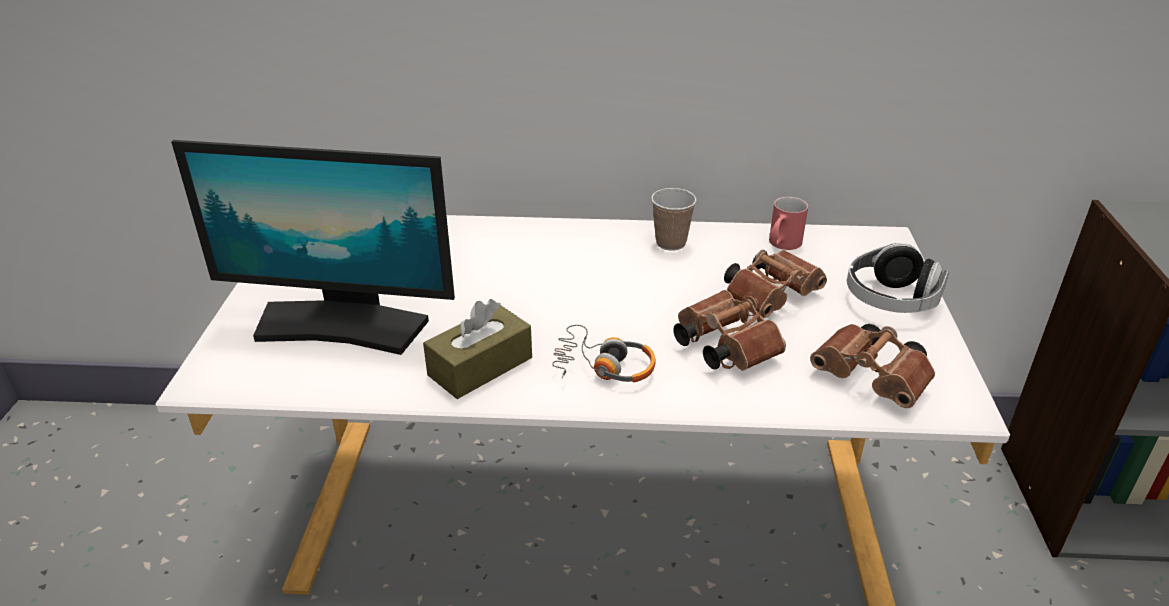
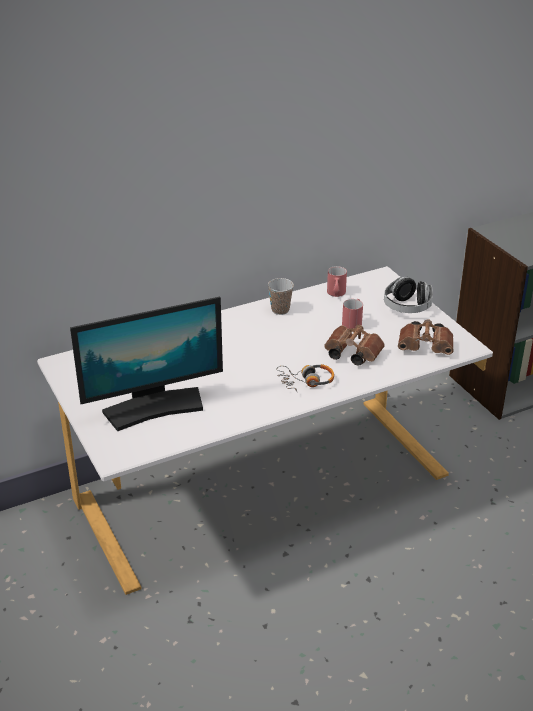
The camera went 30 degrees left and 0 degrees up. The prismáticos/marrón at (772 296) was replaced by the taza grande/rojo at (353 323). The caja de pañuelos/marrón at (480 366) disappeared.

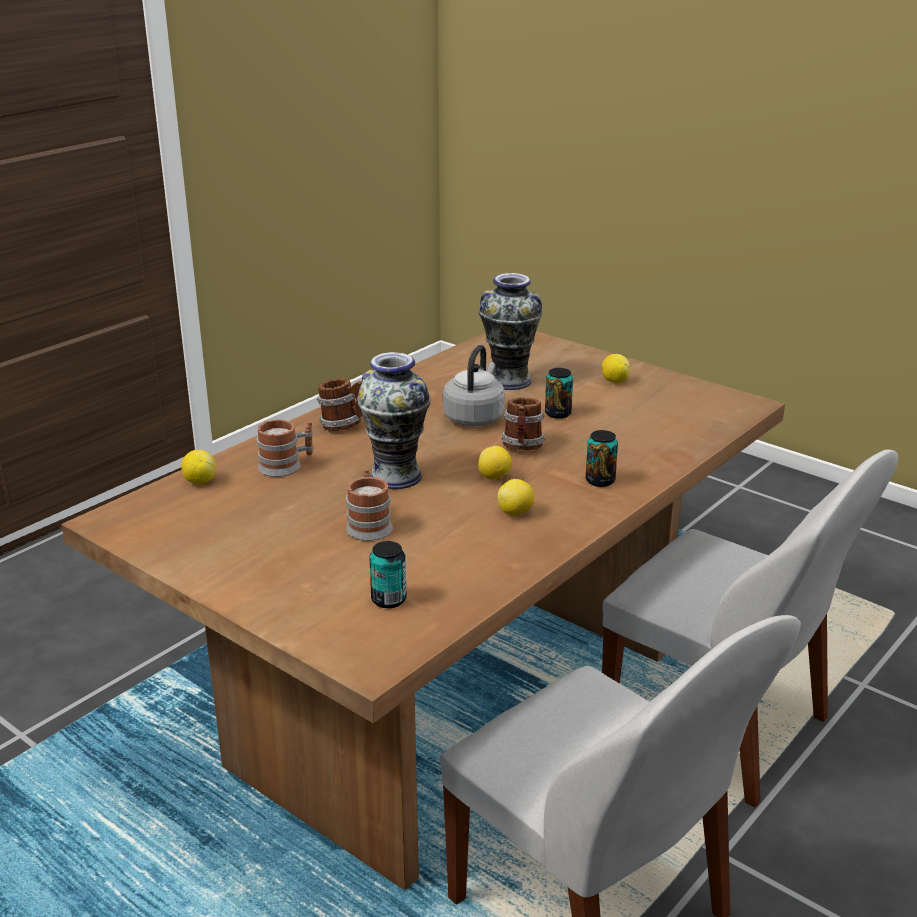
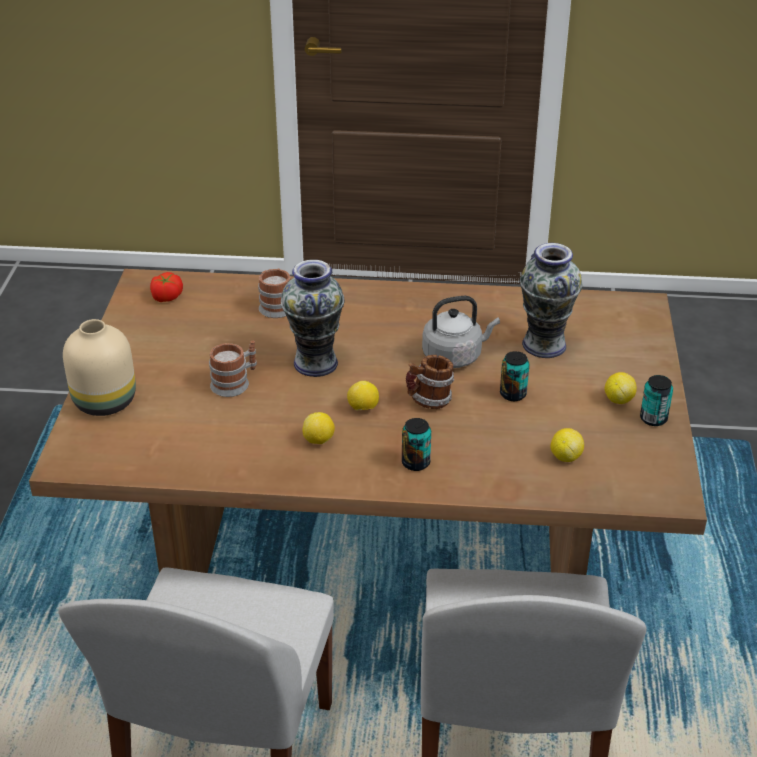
The camera went 55 degrees right and 10 degrees up. The florero/beis at (107 402) appeared. The tomate at (166 296) appeared. The limón moved from (200 481) to (565 457). The lata moved from (388 600) to (653 419). The taza grande at (343 426) disappeared.

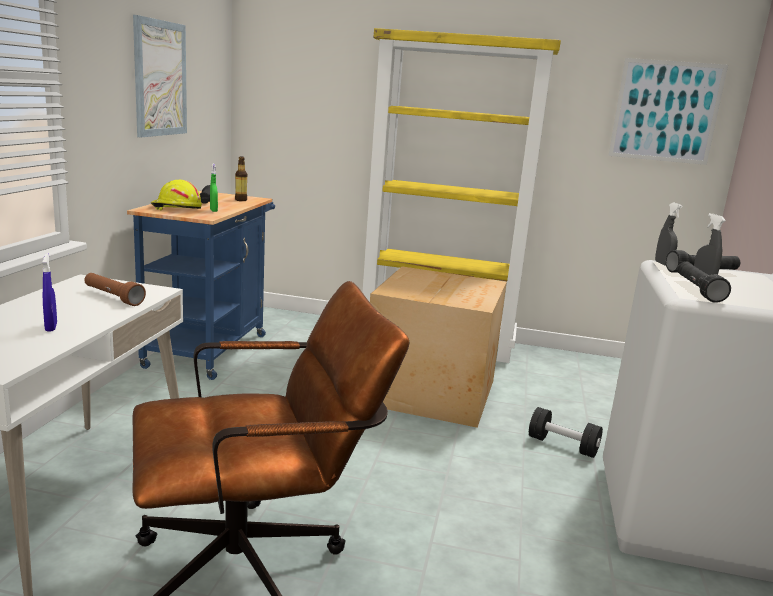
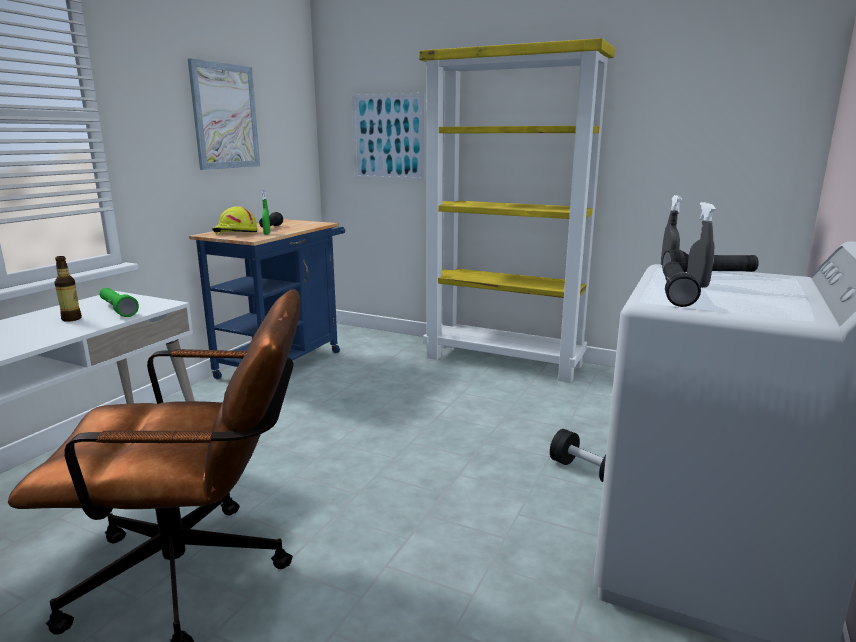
The camera went 15 degrees right and 0 degrees up. The botella moved from (241 200) to (71 319). The linterna/marrón at (113 297) became the linterna/verde at (118 309). The cuadro moved from (666 111) to (388 137). The pulverizador/azul at (51 327) disappeared. The caja de cartón at (433 391) disappeared.

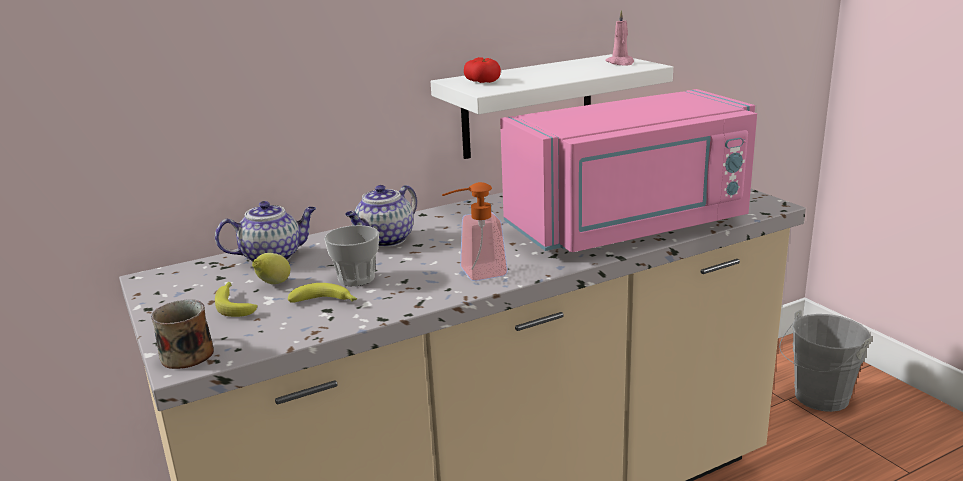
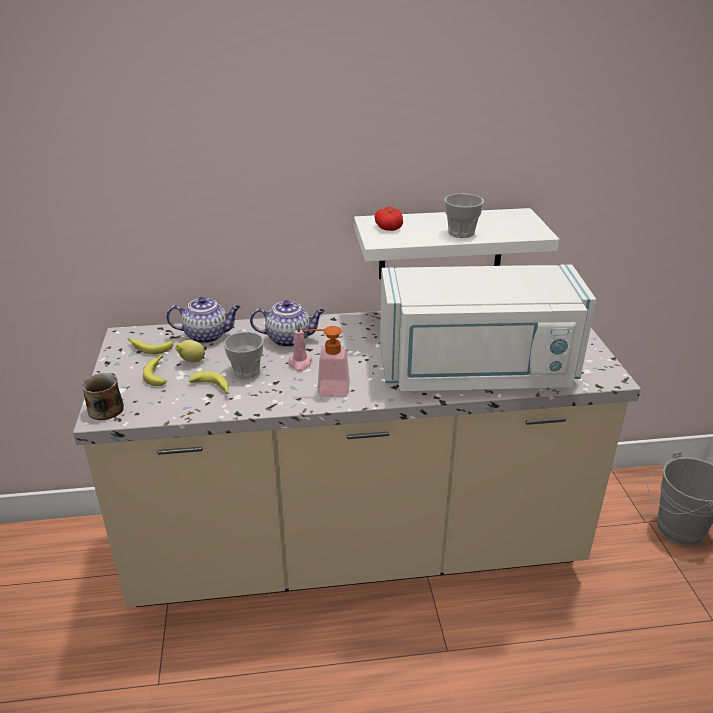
The camera went 20 degrees right and 10 degrees up. The plátano at (148 347) appeared. The tetera at (385 240) turned 150 degrees counterclockwise. The vela/rosa moved from (620 63) to (300 363). The microondas/rosa at (631 226) became the microondas/blanco at (477 372). The taza at (461 233) appeared.

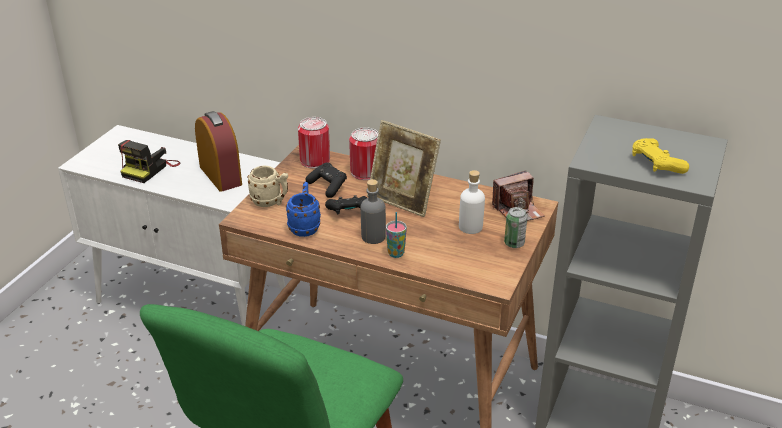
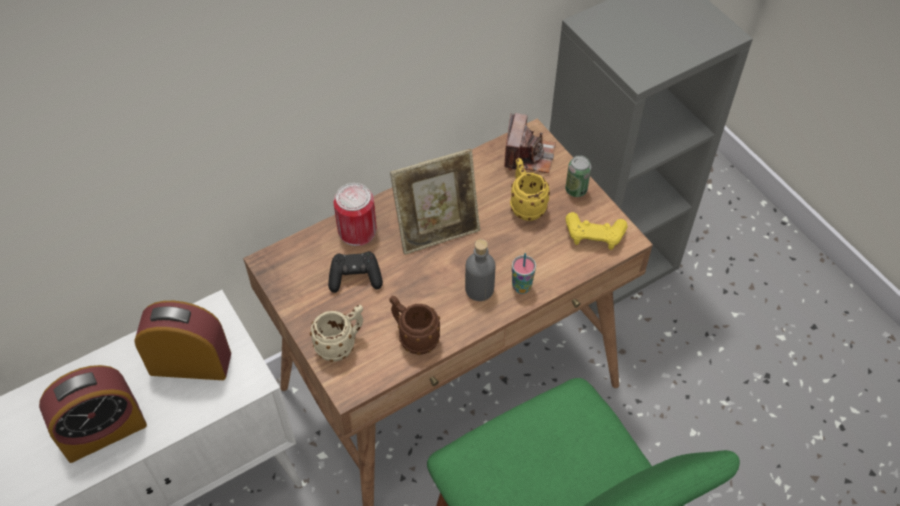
The camera went 55 degrees left and 20 degrees up. The cámara at (150 169) was replaced by the despertador at (103 431). The taza grande/azul at (305 226) became the taza grande/marrón at (414 337). The botella/blanco at (470 227) was replaced by the taza grande/amarillo at (525 205). The mando de consola/amarillo moved from (656 164) to (594 235). The lata at (315 161) disappeared. The mando de consola/negro at (348 212) disappeared.

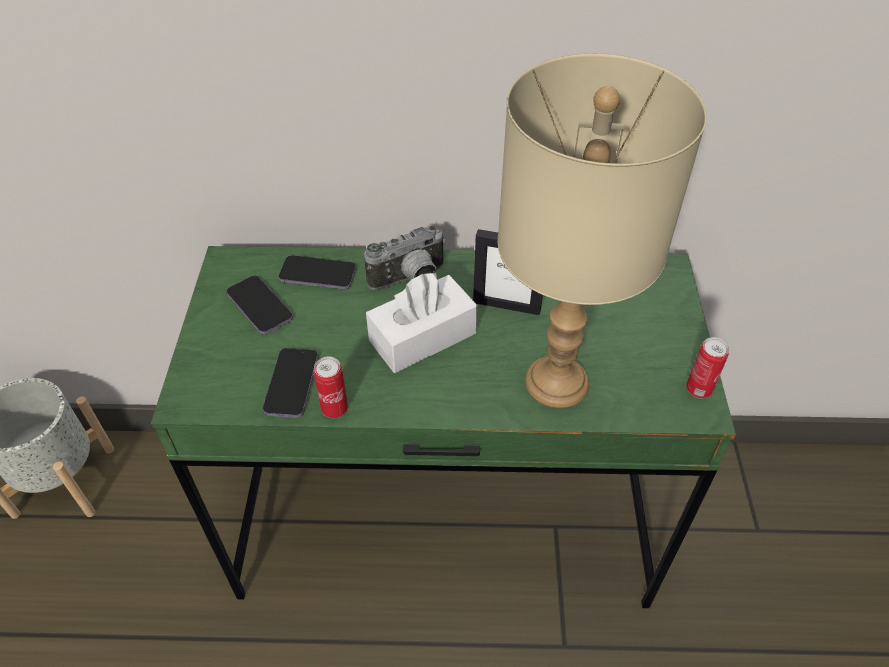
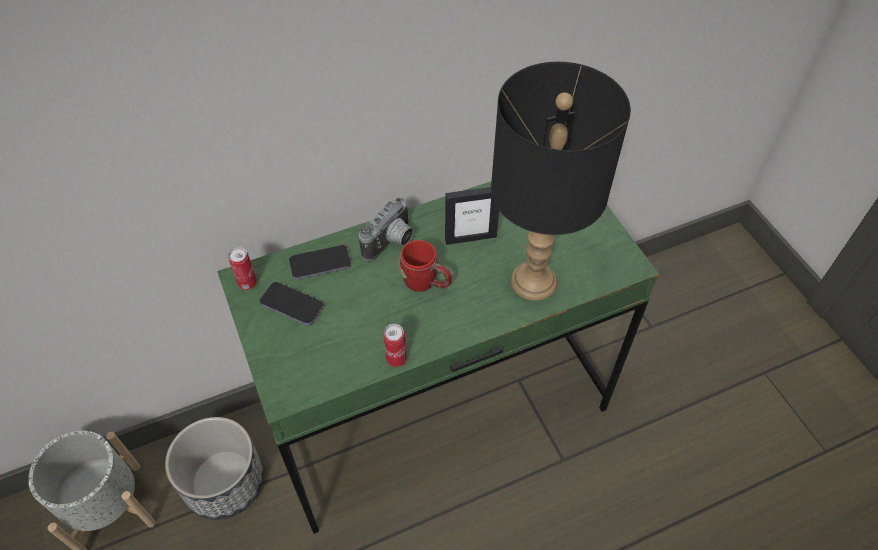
The camera went 25 degrees left and 5 degrees up. The maceta at (224 482) appeared. The lata moved from (698 389) to (247 283). The caja de pañuelos/blanco at (422 337) was replaced by the taza grande/rojo at (426 283). The lámpara de mesa/beis at (556 380) became the lámpara de mesa/negro at (533 280). The móvil at (291 384) disappeared.

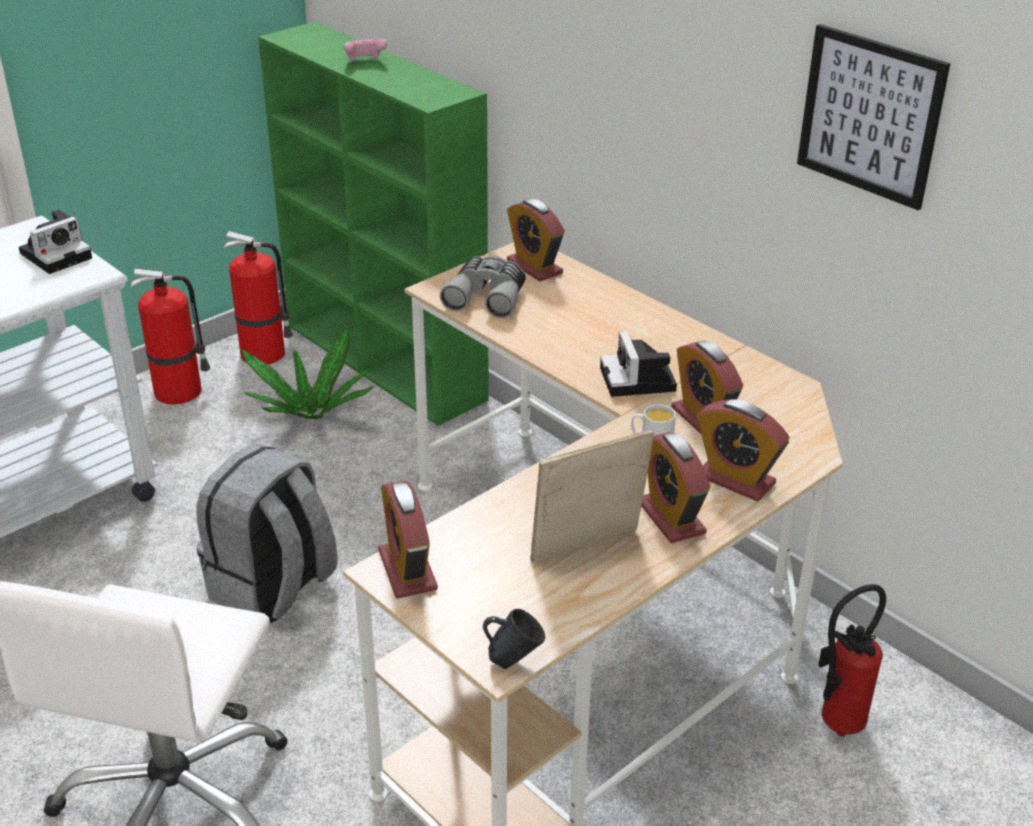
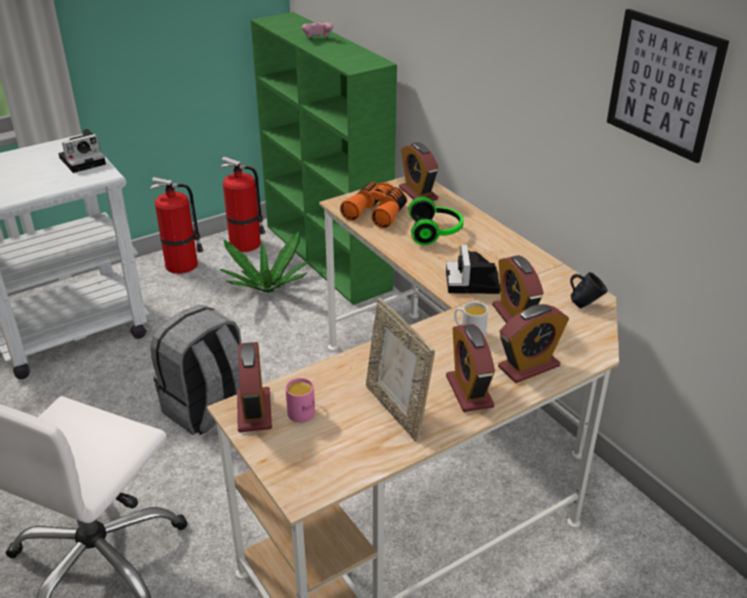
The camera went 10 degrees right and 0 degrees up. The taza grande/rosa at (302 410) appeared. The prismáticos/gris at (487 296) became the prismáticos/naranja at (377 212). The portarretratos at (587 550) turned 105 degrees counterclockwise. The auriculares at (435 232) appeared. The despertador at (735 480) turned 75 degrees counterclockwise. The taza grande/azul moved from (513 660) to (585 305). The extintor at (834 724) disappeared.

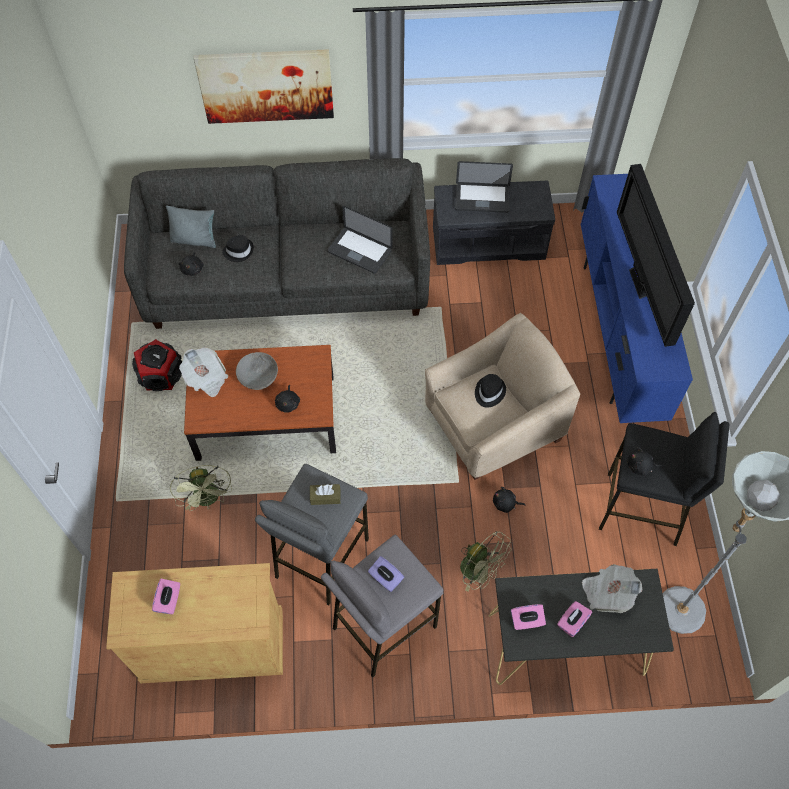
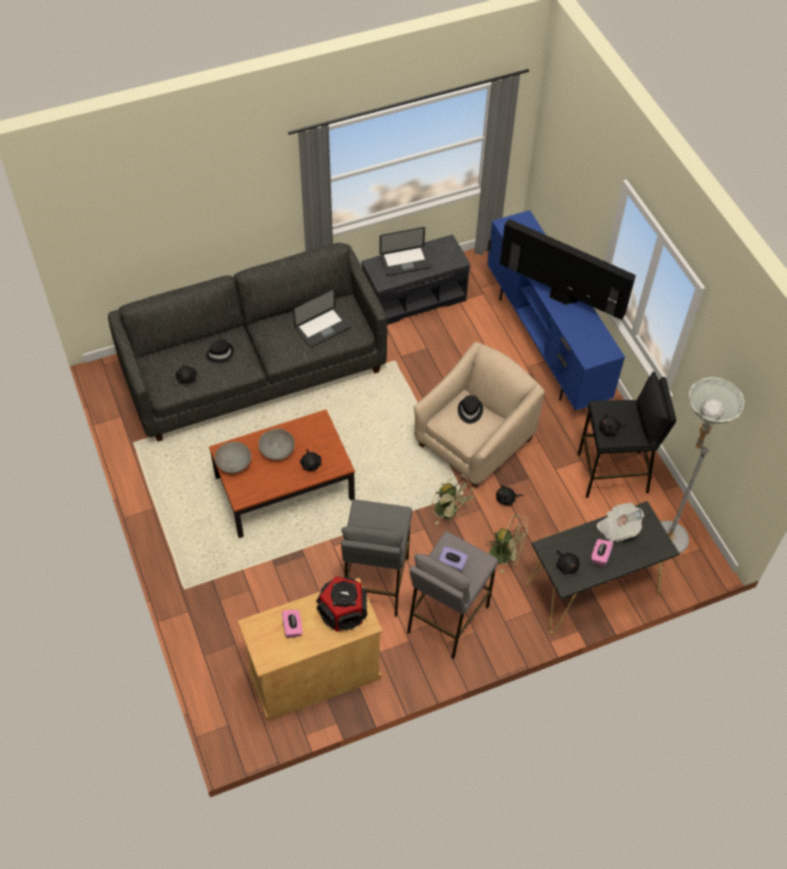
The camera went 20 degrees left and 5 degrees down. The periódico at (206 378) was replaced by the cuenco/gris at (233 463). The portátil at (359 251) turned 45 degrees counterclockwise. The altavoz moved from (160 375) to (343 612). The ventilador/verde moved from (208 499) to (450 512). The televisor at (639 285) turned 150 degrees clockwise. The caja de pañuelos/rosa at (526 621) was replaced by the peluche/negro at (566 565). The cojín/gris at (195 239) disappeared. The cuadro at (266 85) disappeared. The caja de pañuelos/marrón at (325 497) disappeared.

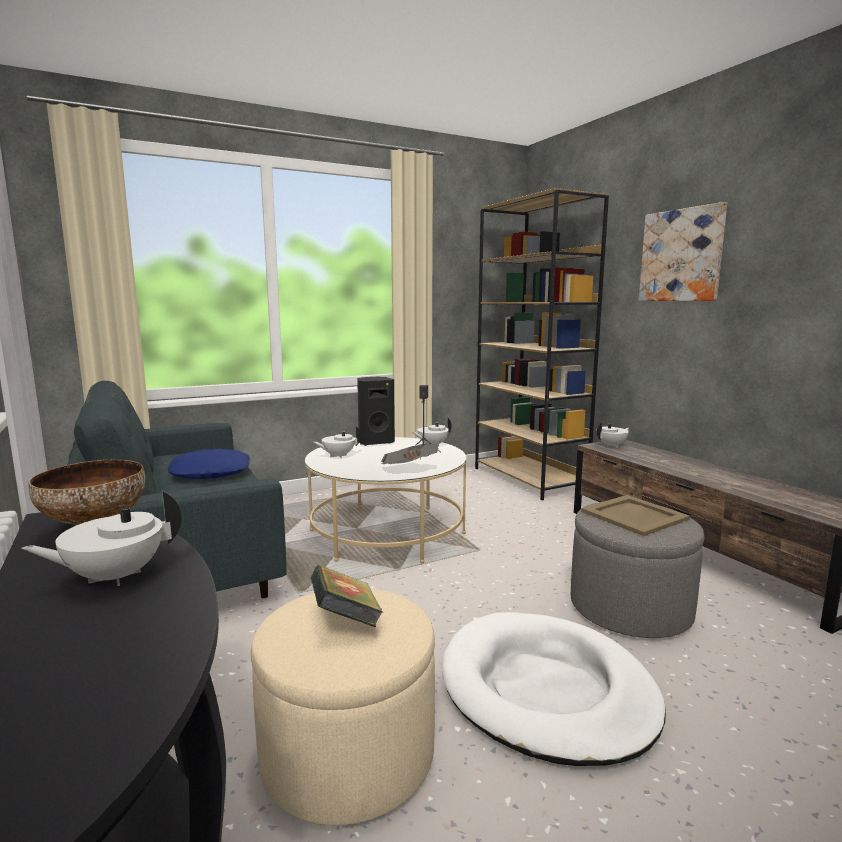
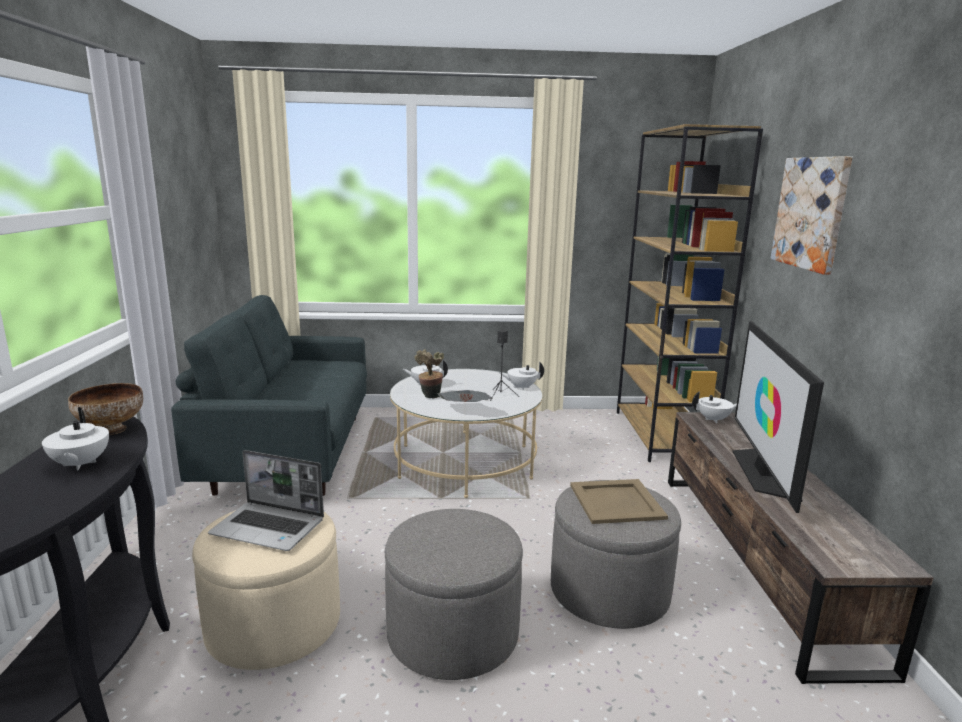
The camera went 25 degrees right and 5 degrees up. The tetera/blanco at (114 577) turned 105 degrees counterclockwise. The libro at (345 620) was replaced by the portátil at (269 527). The cama para perro/blanco at (546 691) was replaced by the puf/gris at (453 633). The planta en maceta at (430 397) appeared. The televisor at (762 472) appeared. The cojín/azul at (211 473) disappeared. The altavoz/negro at (375 442) disappeared.

